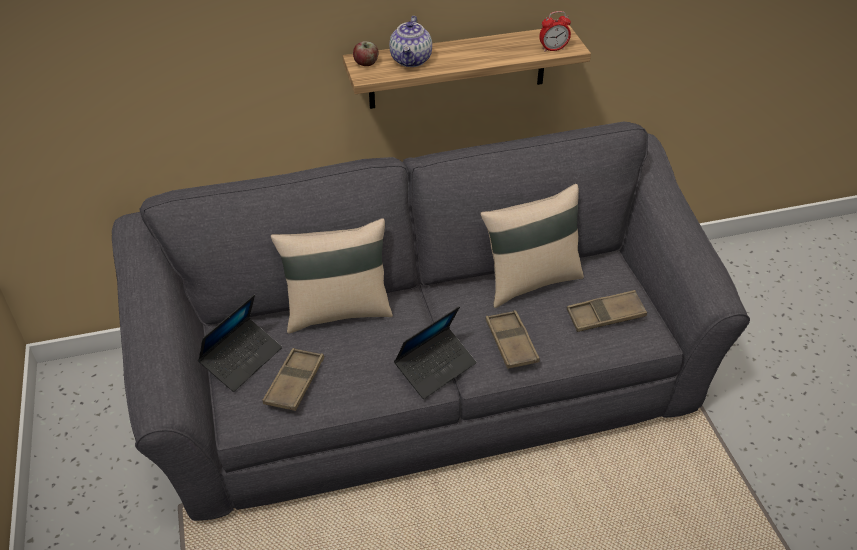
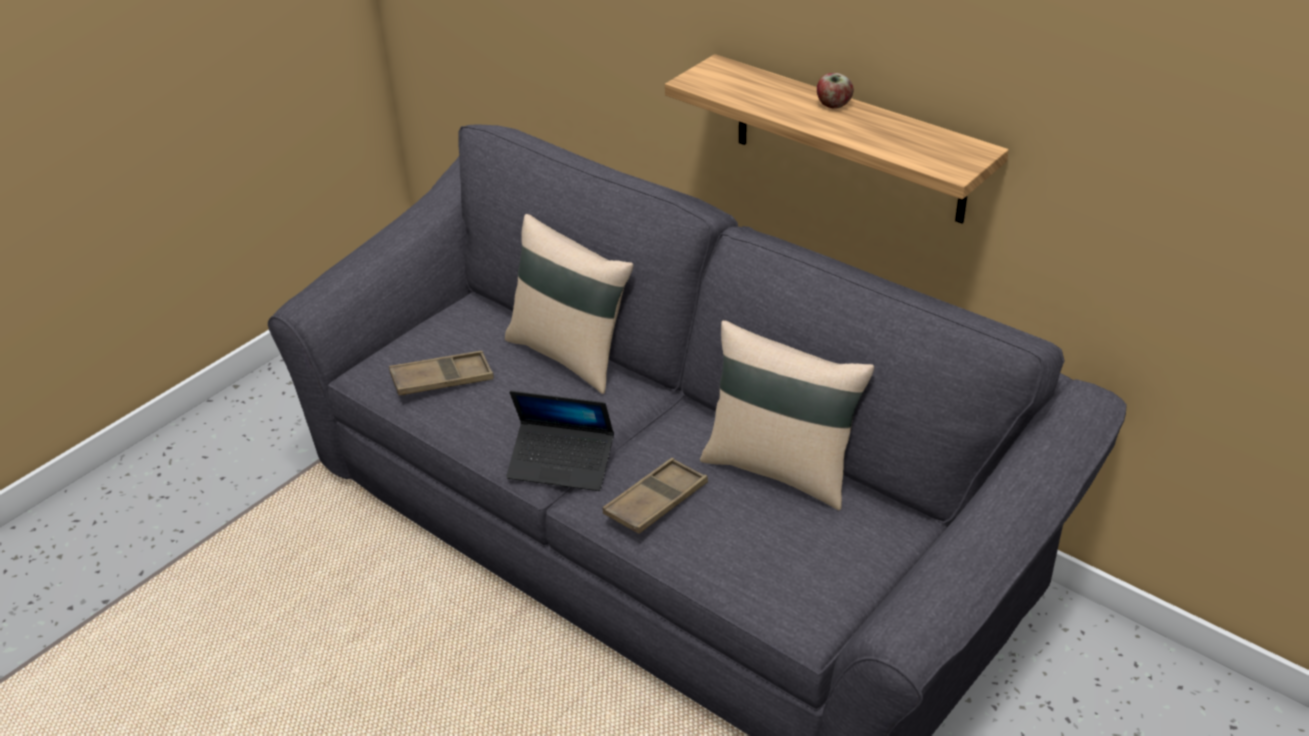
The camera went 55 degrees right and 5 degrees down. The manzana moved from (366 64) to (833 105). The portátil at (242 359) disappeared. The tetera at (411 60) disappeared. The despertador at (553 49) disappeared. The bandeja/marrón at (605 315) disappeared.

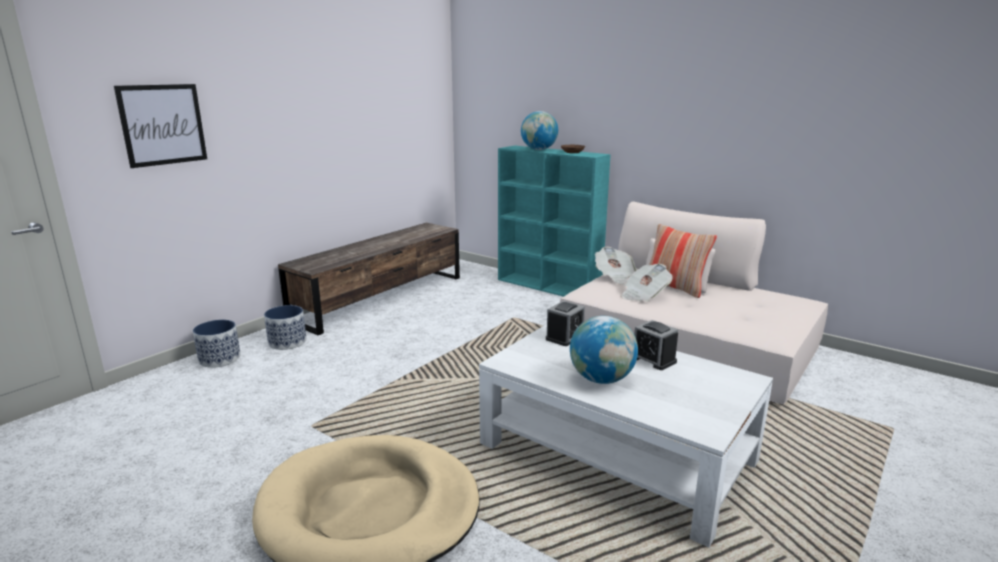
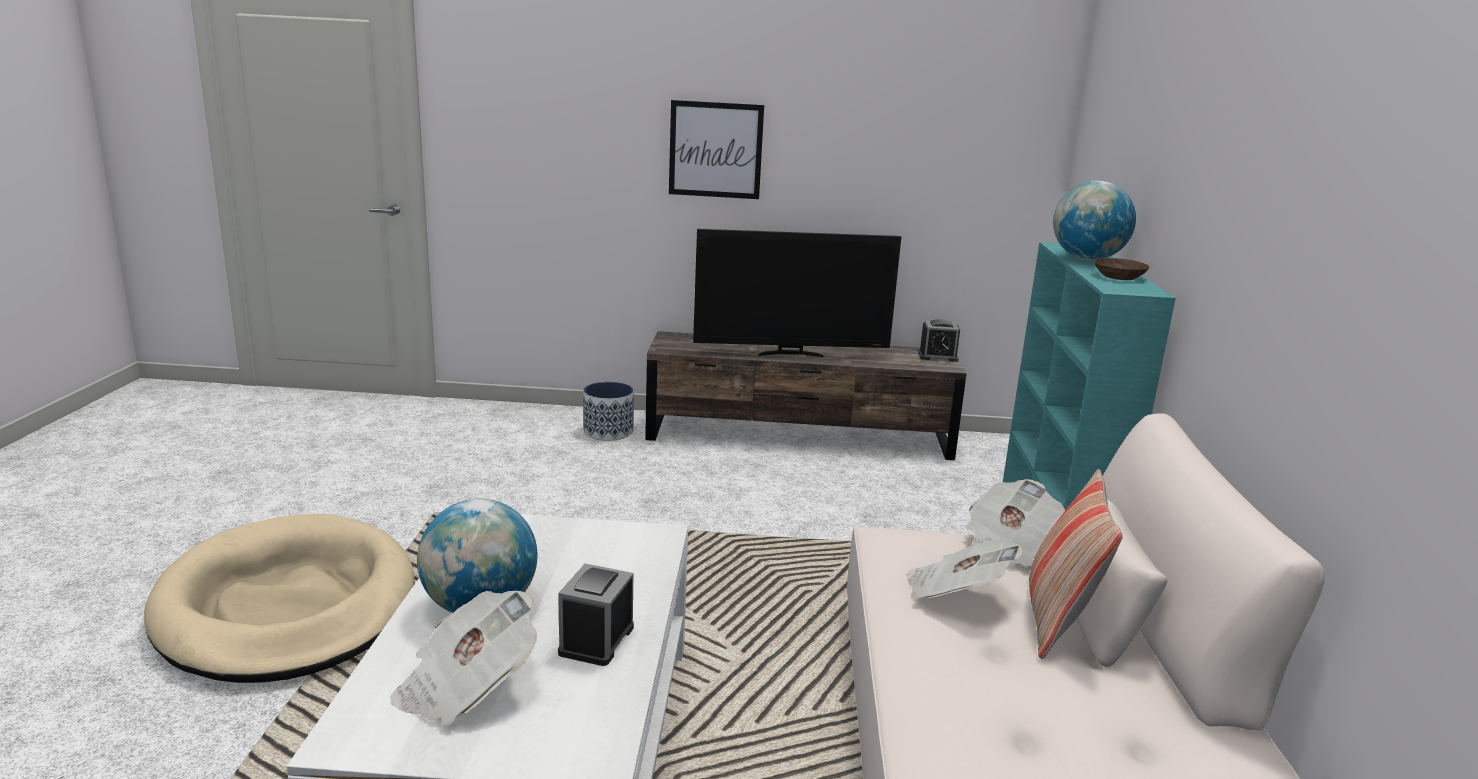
The camera went 55 degrees right and 0 degrees up. The periódico at (466 687) appeared. The cuadro moved from (163 124) to (715 150). The televisor at (790 354) appeared. The despertador moved from (565 337) to (937 356). The maceta at (220 359) disappeared.

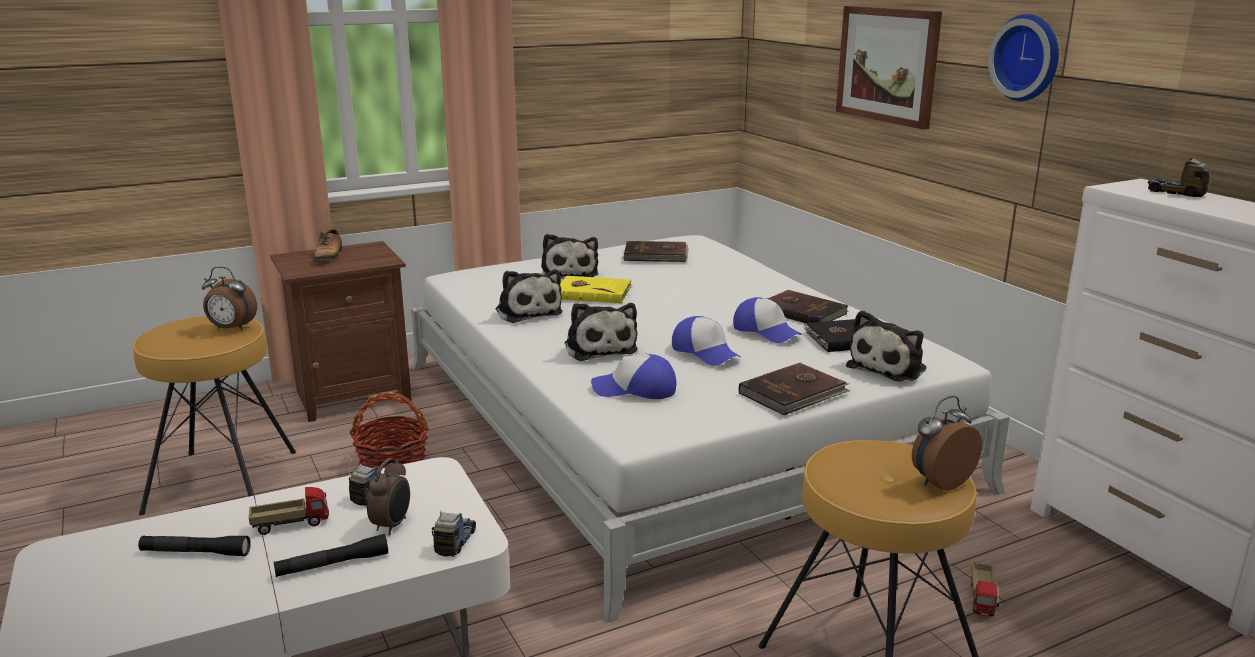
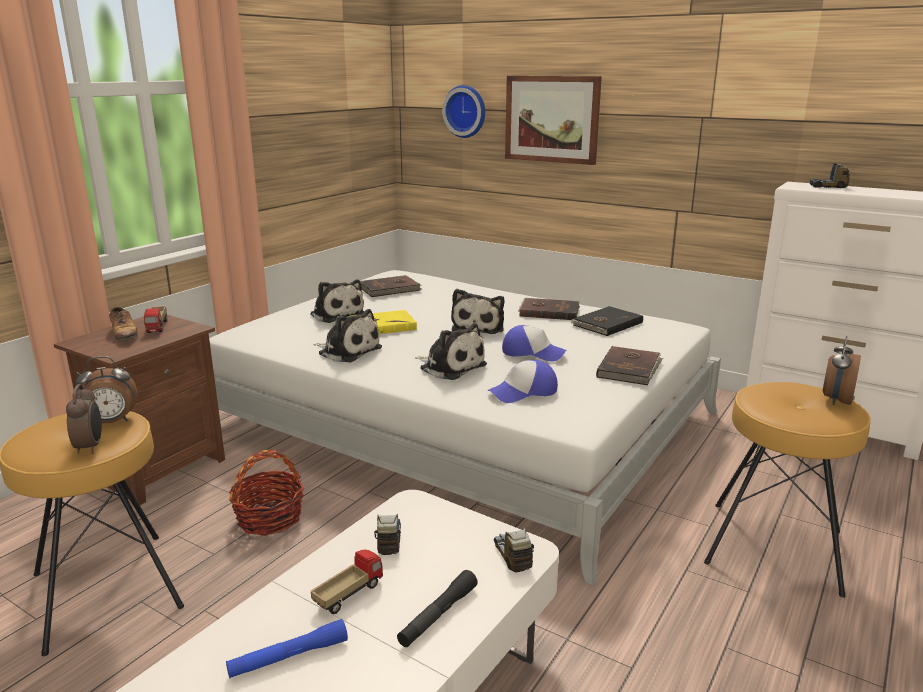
The camera went 30 degrees left and 0 degrees up. The despertador moved from (392 525) to (90 447). The camión de juguete moved from (982 600) to (157 327). The linterna/negro at (195 553) became the linterna/azul at (288 657). The reloj de pared moved from (1028 57) to (466 111). The peluche moved from (889 367) to (479 327). The gorra at (766 331) disappeared.

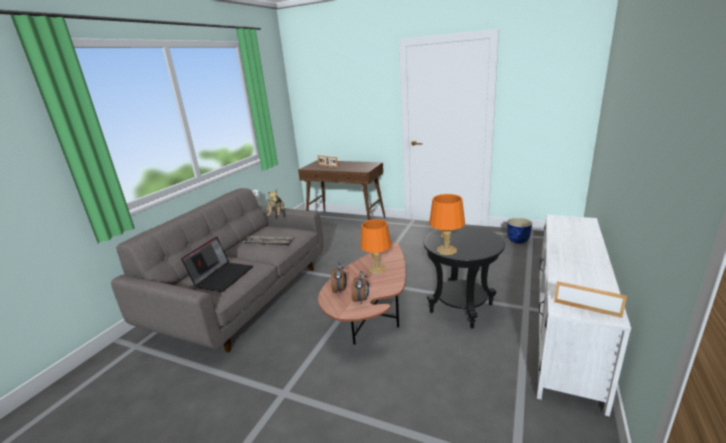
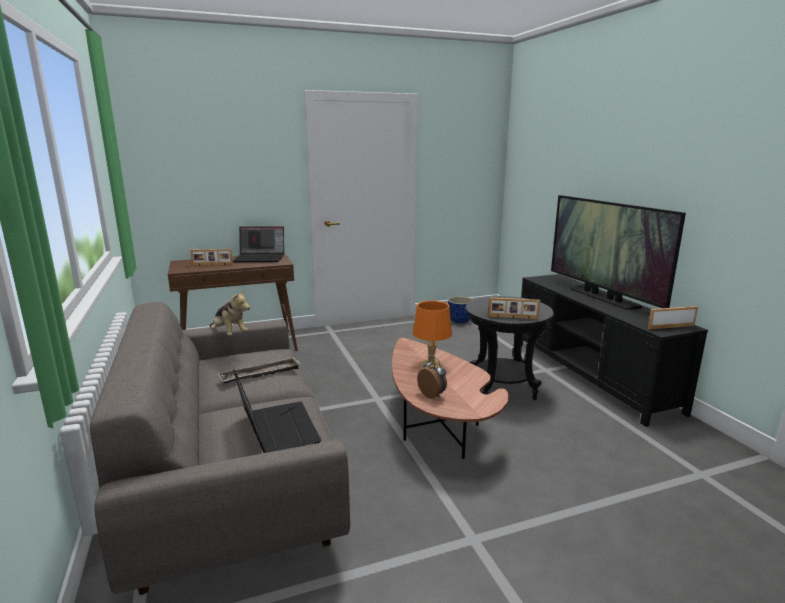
The camera went 45 degrees left and 5 degrees down. The portátil at (260 258) appeared. The lámpara de mesa/naranja at (447 250) was replaced by the portarretratos at (513 317). The mueble de televisión/blanco at (565 329) became the mueble de televisión/negro at (591 375). The televisor at (602 297) appeared. The despertador at (361 300) disappeared.

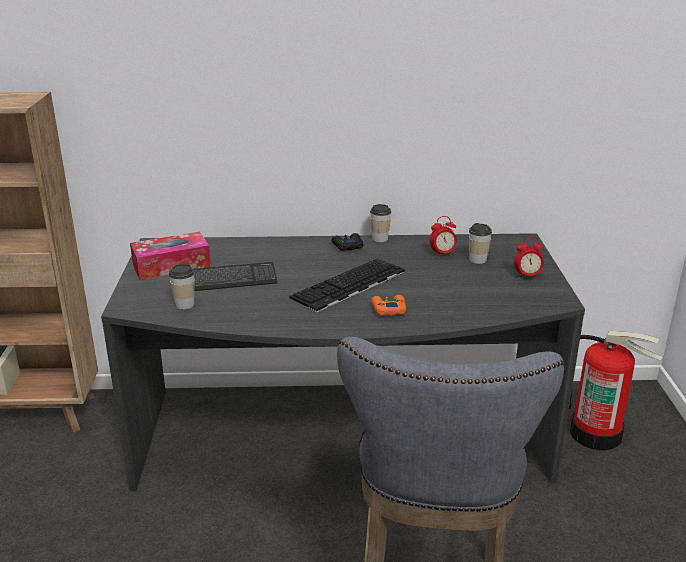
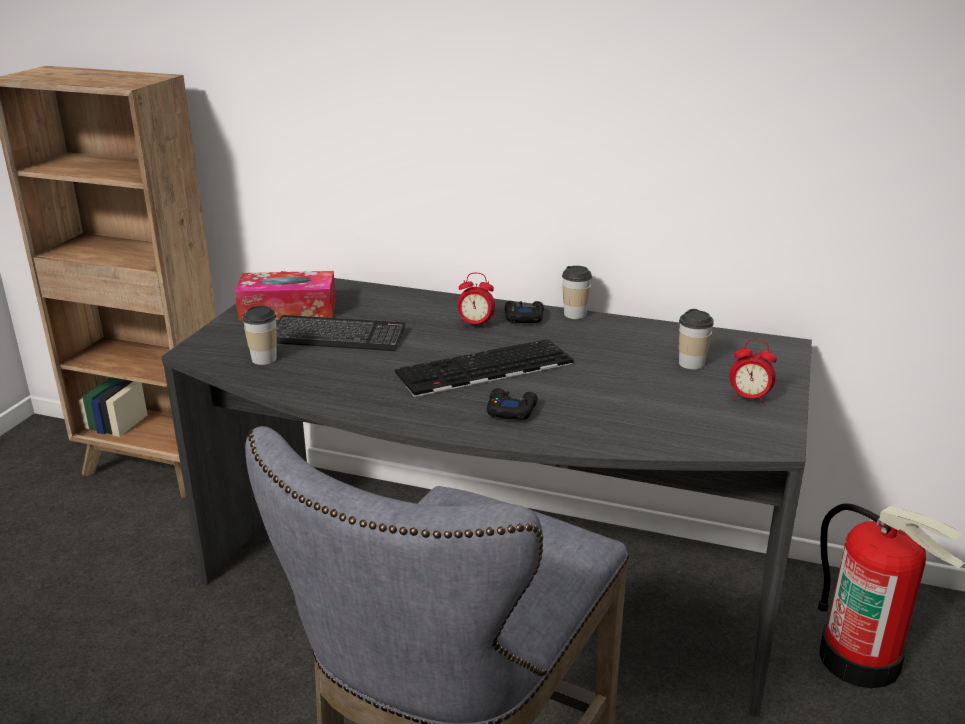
The camera went 20 degrees right and 0 degrees up. The despertador moved from (442 254) to (475 325). The mando de consola/naranja at (388 309) became the mando de consola/negro at (511 410).

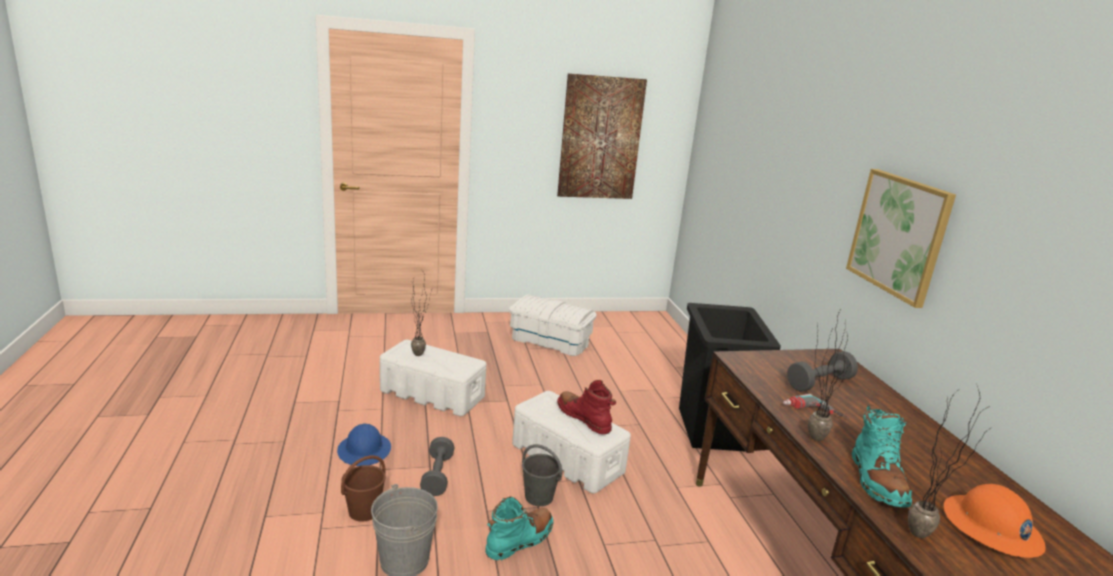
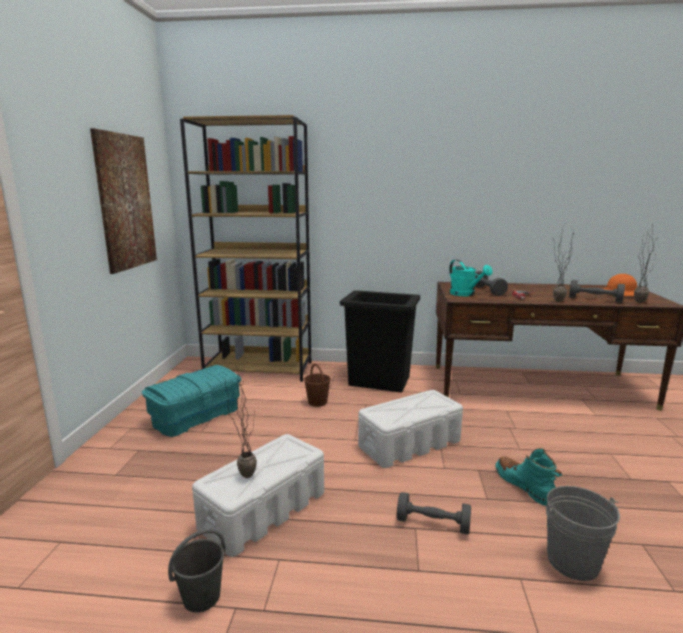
The camera went 70 degrees left and 5 degrees down. The caja de almacenaje/blanco at (550 341) became the caja de almacenaje/turquesa at (196 416). The cubo/gris moved from (539 497) to (202 596). The estantería/marrón at (260 369) appeared. The cubo/marrón moved from (364 511) to (317 402). The regadera/turquesa at (466 294) appeared. The bota/turquesa at (876 480) was replaced by the mancuerna/gris at (594 299). The casco/azul at (364 450) disappeared. The bota/rojo at (584 418) disappeared. The cuadro at (899 235) disappeared.

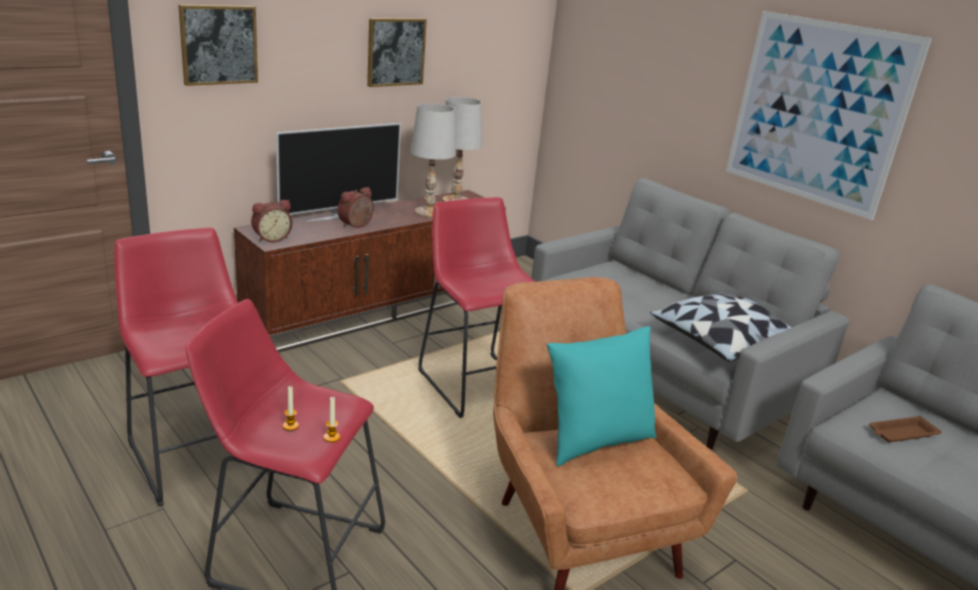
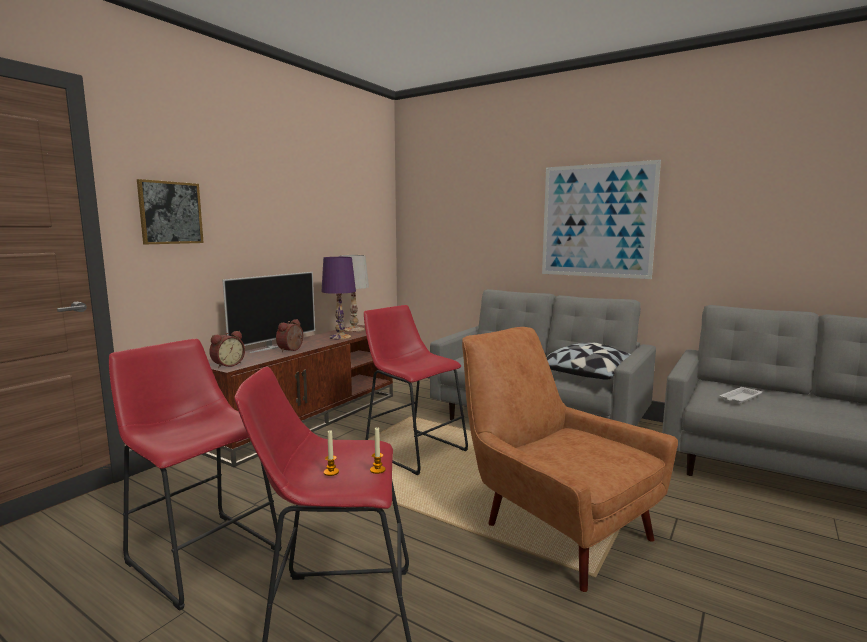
The camera went 15 degrees left and 15 degrees down. The lámpara de mesa/blanco at (428 212) became the lámpara de mesa/morado at (340 337). The bandeja/marrón at (901 433) became the bandeja/blanco at (740 398). The cuadro at (395 52) disappeared. The cojín/turquesa at (595 441) disappeared.

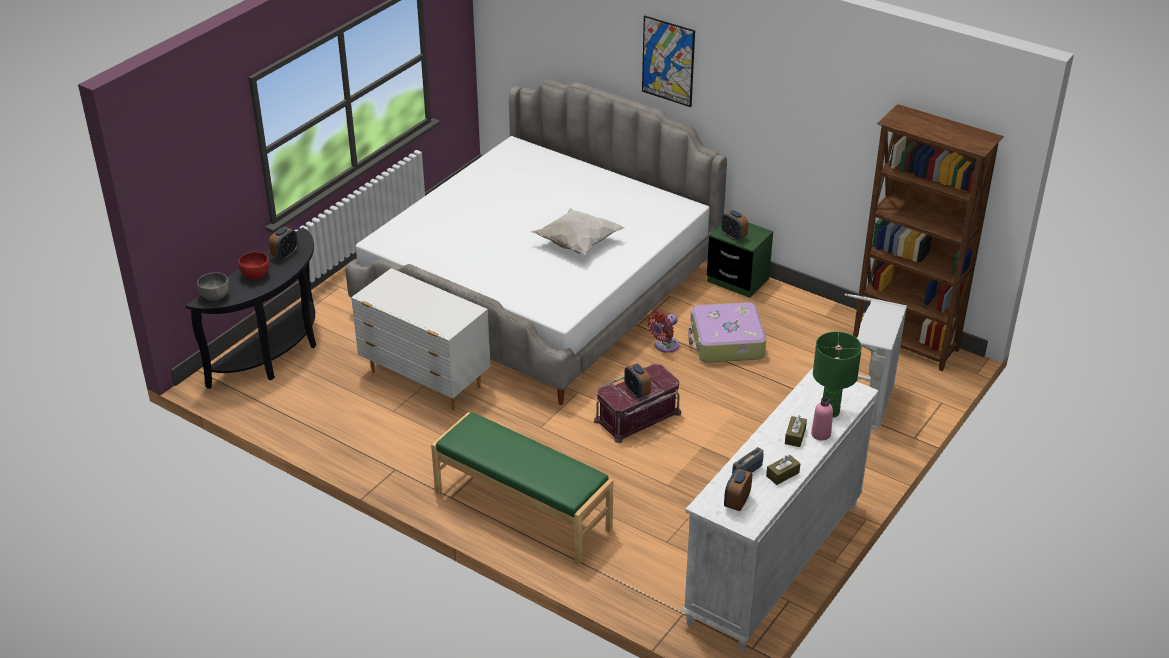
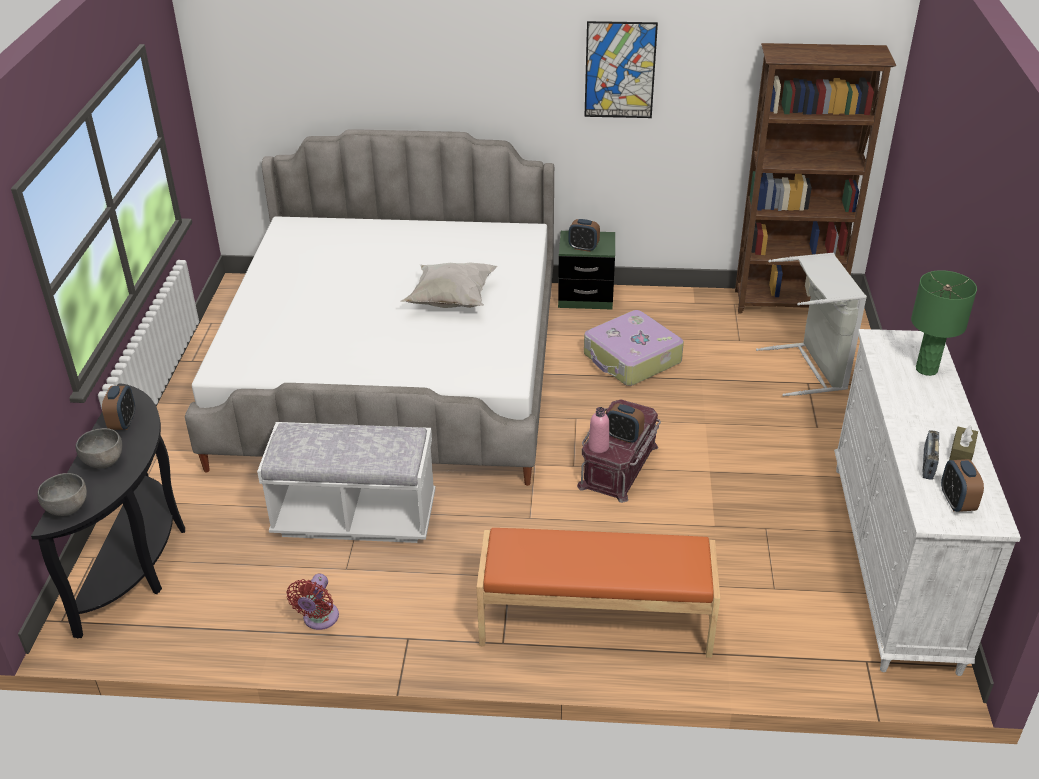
The camera went 30 degrees left and 0 degrees up. The cuenco/rojo at (256 276) became the cuenco/gris at (104 462). The cómoda/blanco at (426 380) was replaced by the banco/blanco at (355 517). The ventilador/rojo moved from (664 346) to (319 619). The banco/verde at (522 511) became the banco/naranja at (595 623). The cuadro moved from (668 61) to (620 70). The botella/rosa moved from (821 434) to (598 447). The caja de pañuelos/marrón at (795 436) disappeared.

